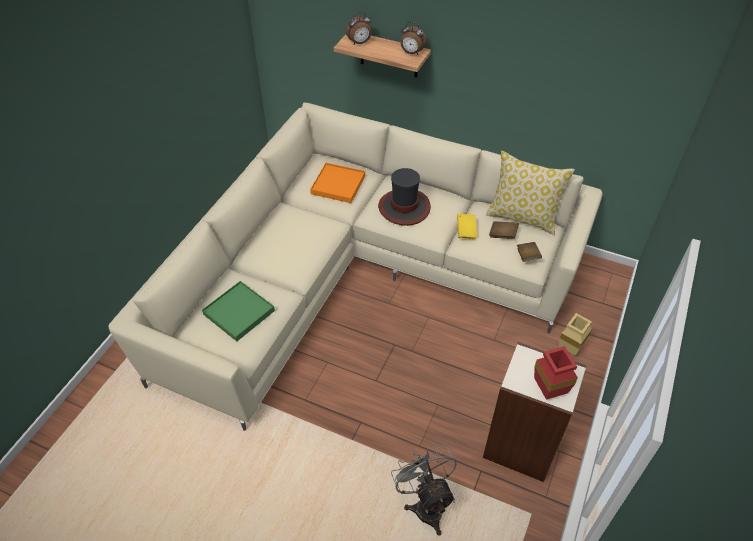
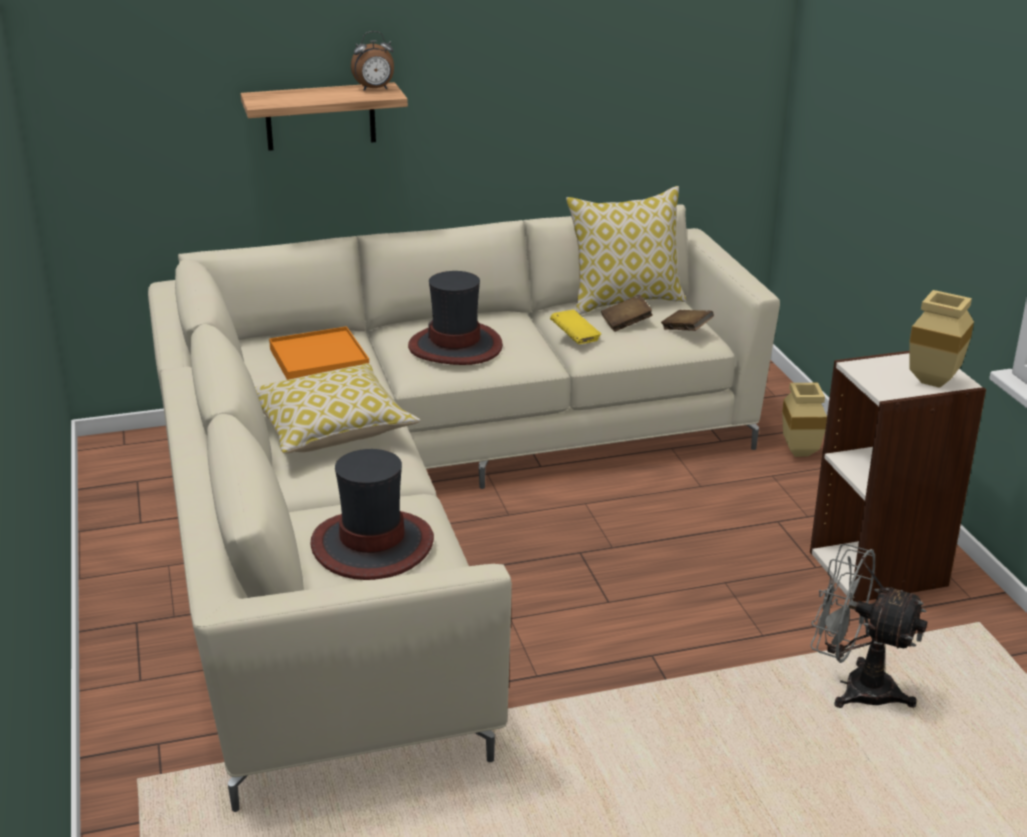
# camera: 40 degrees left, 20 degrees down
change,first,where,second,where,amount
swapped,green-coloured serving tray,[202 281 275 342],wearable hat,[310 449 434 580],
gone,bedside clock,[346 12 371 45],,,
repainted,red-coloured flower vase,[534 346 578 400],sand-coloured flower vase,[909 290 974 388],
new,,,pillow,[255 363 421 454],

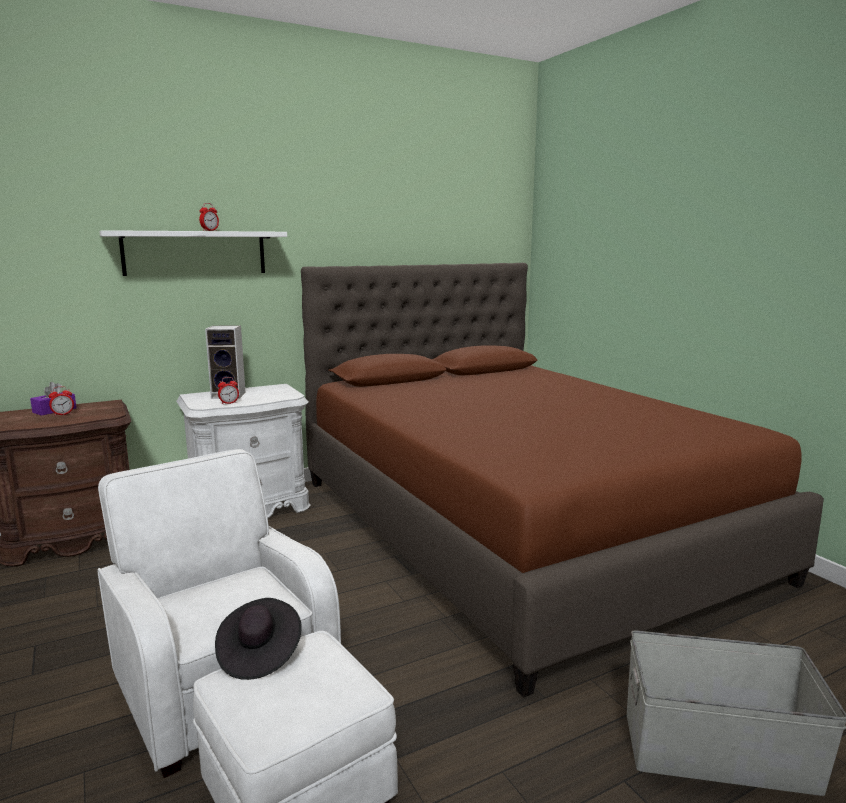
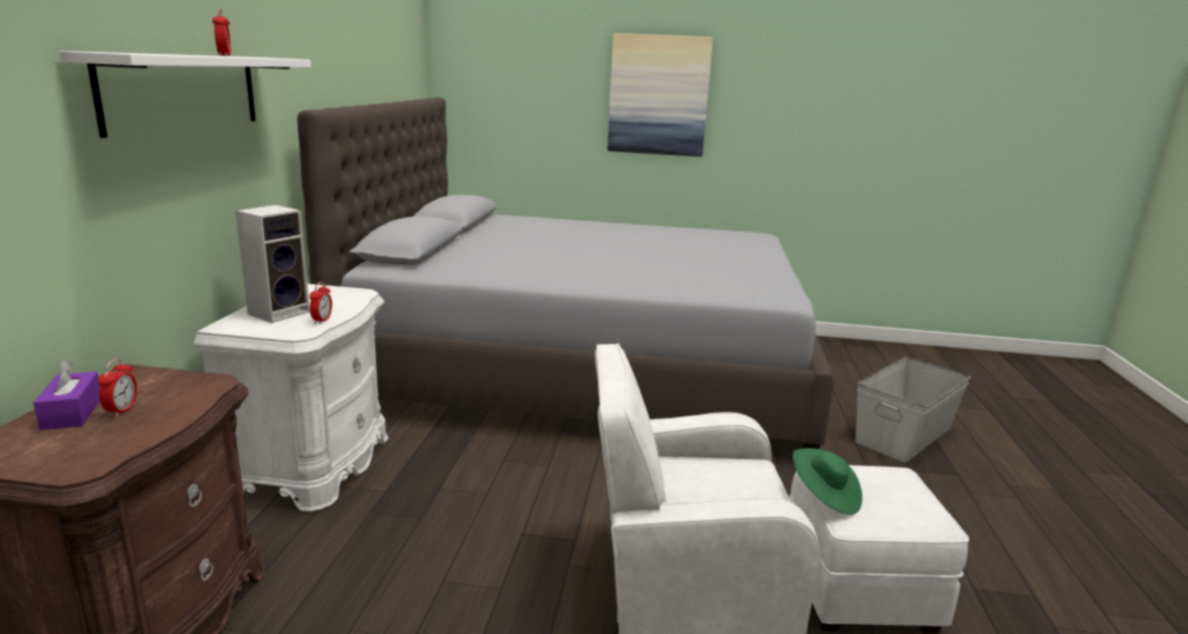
# camera: 55 degrees left, 5 degrees up
change,first,where,second,where,amount
repainted,black-coloured wearable hat,[215 598 302 680],green-coloured wearable hat,[793 448 862 515],
repainted,brownish sleeping bed,[301 263 824 698],gray sleeping bed,[297 97 834 449],
new,,,wall picture,[607 33 713 157],

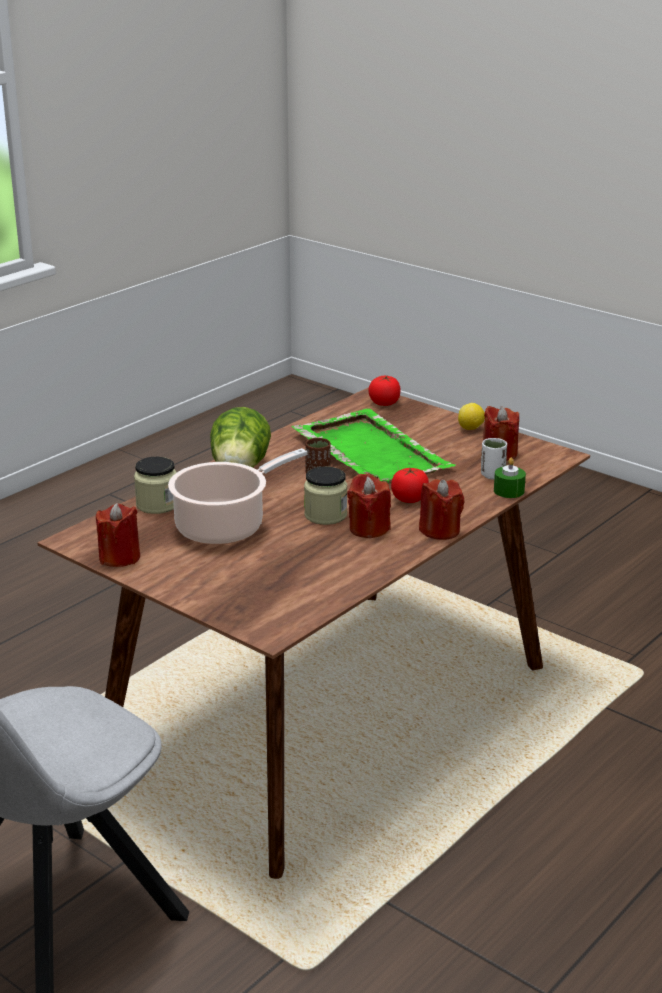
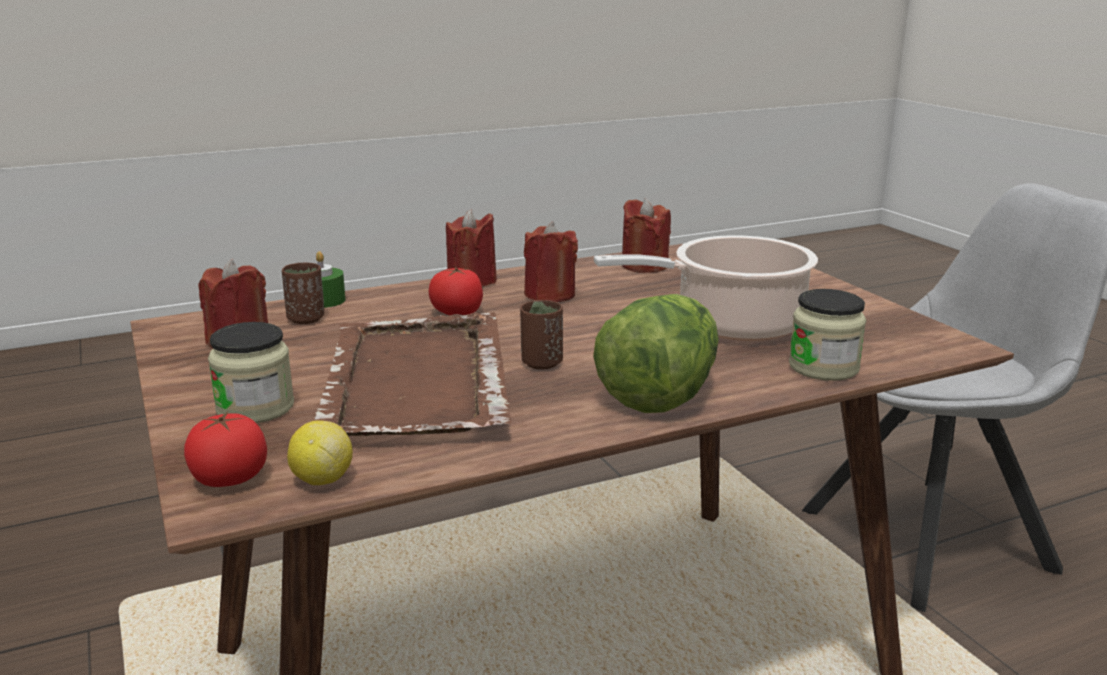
# camera: 155 degrees left, 5 degrees down
change,first,where,second,where,amount
shifted,red-coloured candle,[96 503 140 567],,[622 198 671 273],
repainted,green-coloured serving tray,[291 409 456 484],brownish serving tray,[314 312 512 436],
shifted,storage jar,[304 467 347 525],,[208 322 294 423],
shifted,whole lemon,[458 403 485 430],,[287 420 353 485],
repainted,whitish small cup,[481 438 507 479],brownish small cup,[282 262 324 324],

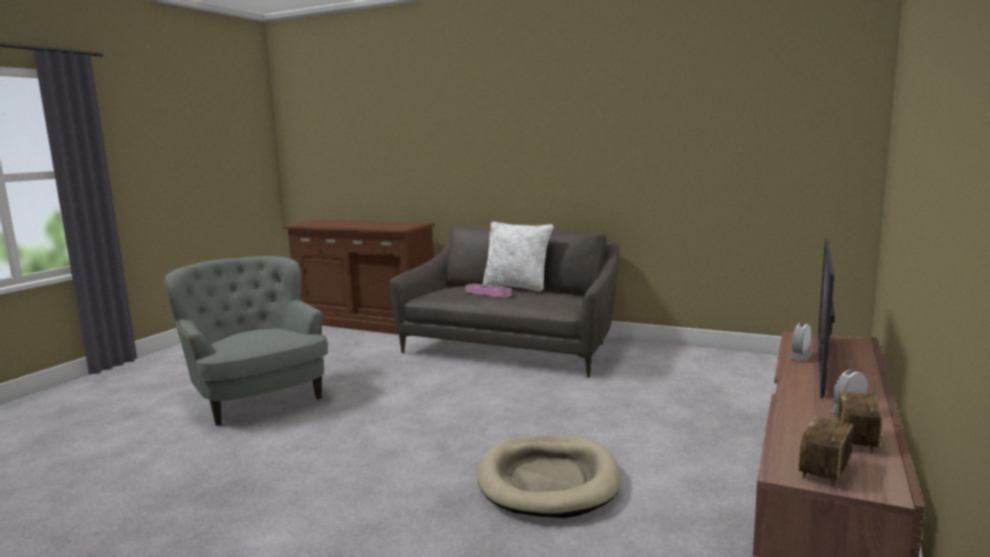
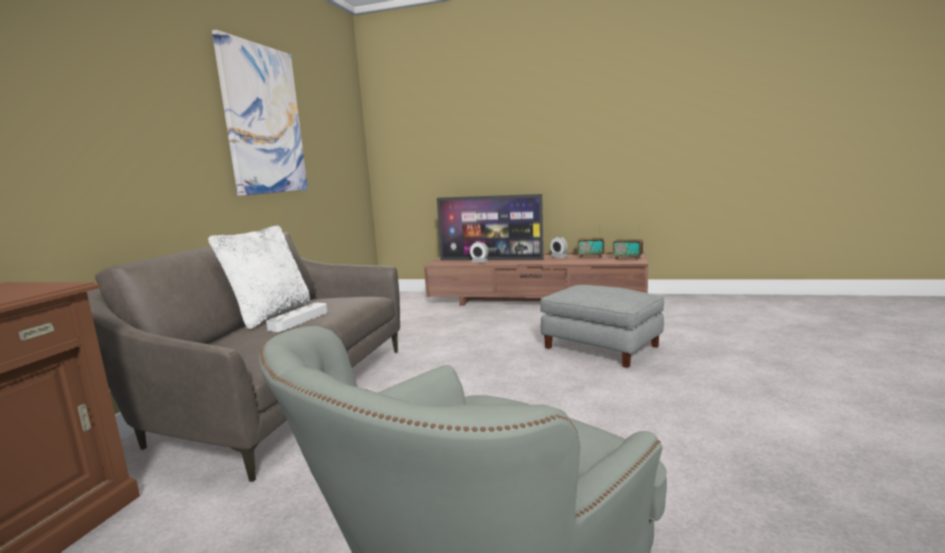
# camera: 100 degrees left, 0 degrees up
change,first,where,second,where,amount
repainted,pinkish serving tray,[466 283 512 298],gray serving tray,[266 303 328 332],
swapped,sand-coloured dog bed,[478 435 621 518],gray ottoman,[540 285 664 368],
new,,,wall picture,[212 30 308 196],

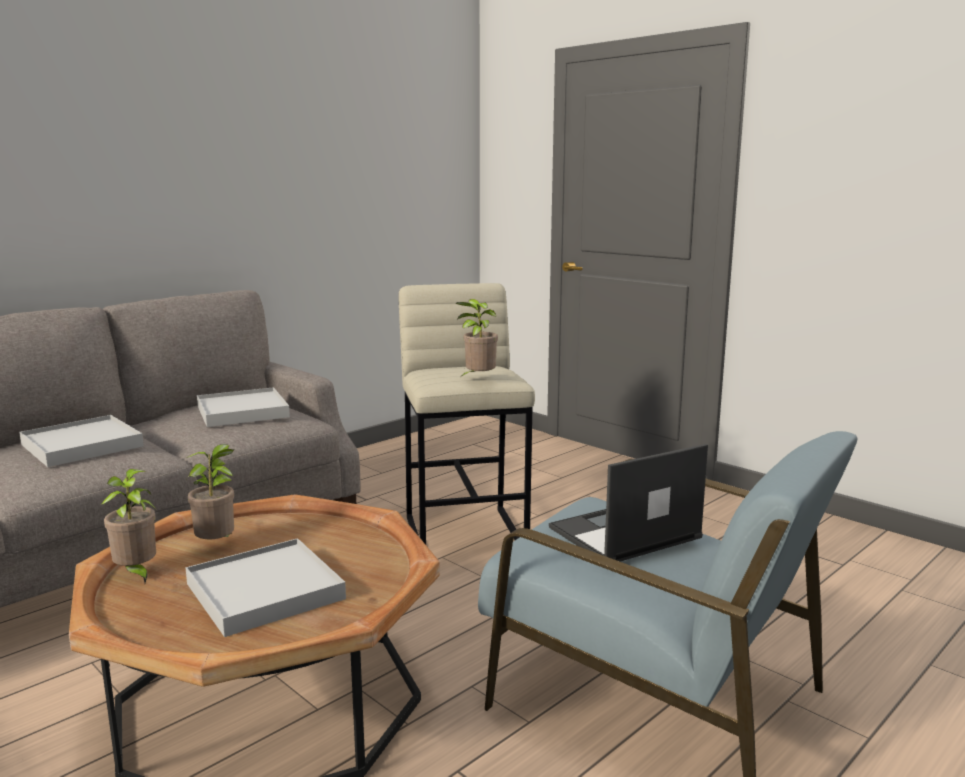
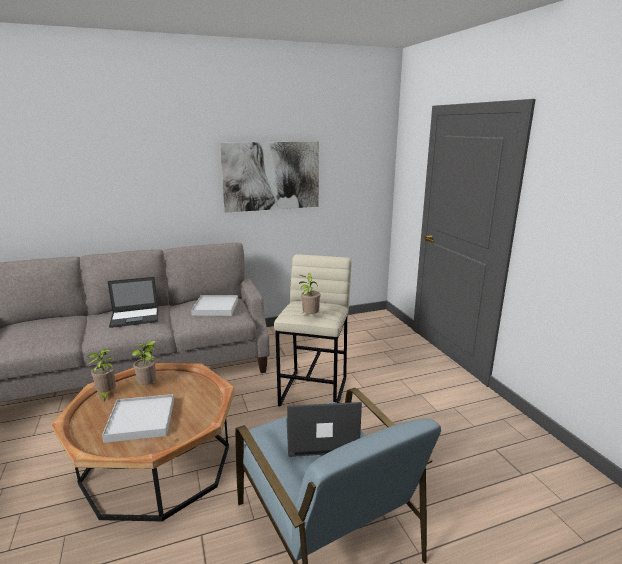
# camera: 25 degrees right, 5 degrees up
change,first,where,second,where,amount
swapped,whitish serving tray,[19 415 144 467],portable computer,[107 277 158 328],
new,,,wall picture,[220 141 319 213],

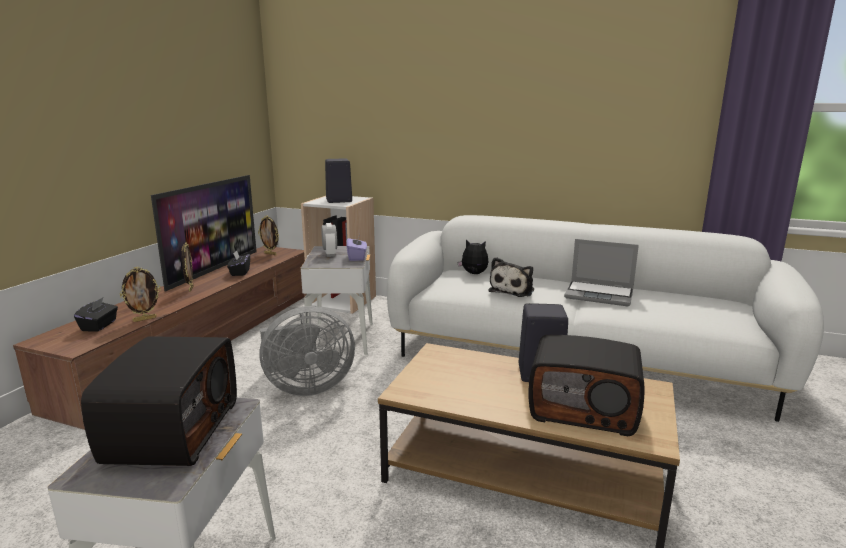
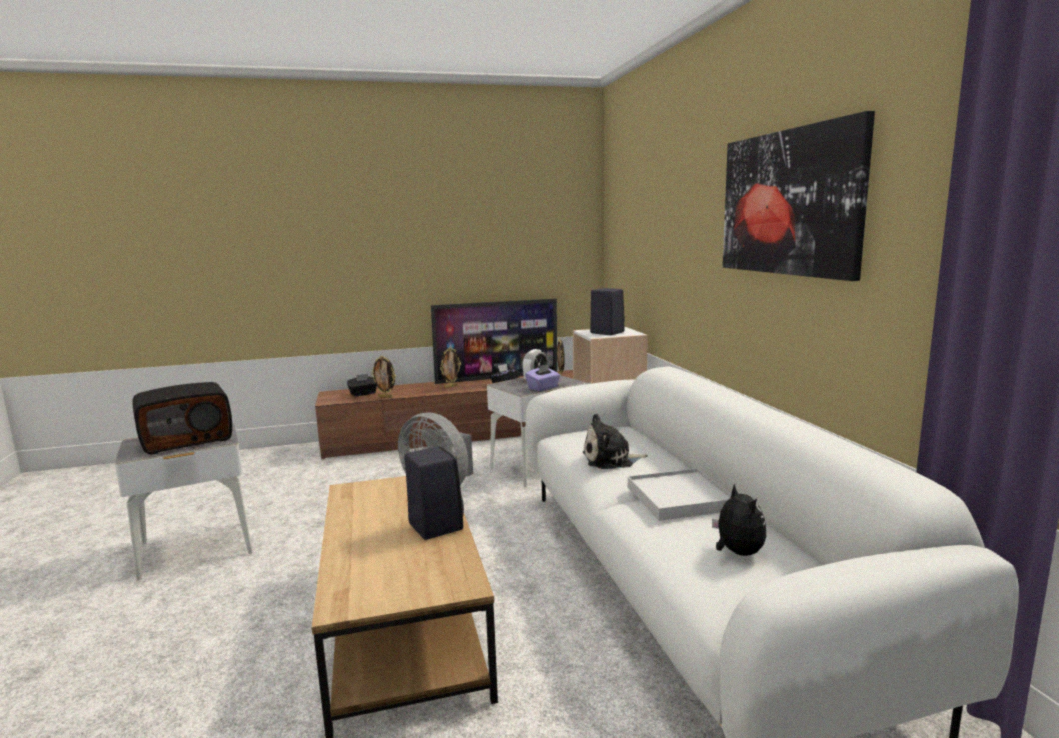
# camera: 55 degrees right, 5 degrees down
change,first,where,second,where,amount
shifted,soft toy,[457 240 488 274],,[712 483 767 556],
gone,radio set,[529 335 645 436],,,
swapped,portable computer,[564 239 639 307],whitish serving tray,[628 468 731 521],
new,,,wall picture,[723 111 875 281],

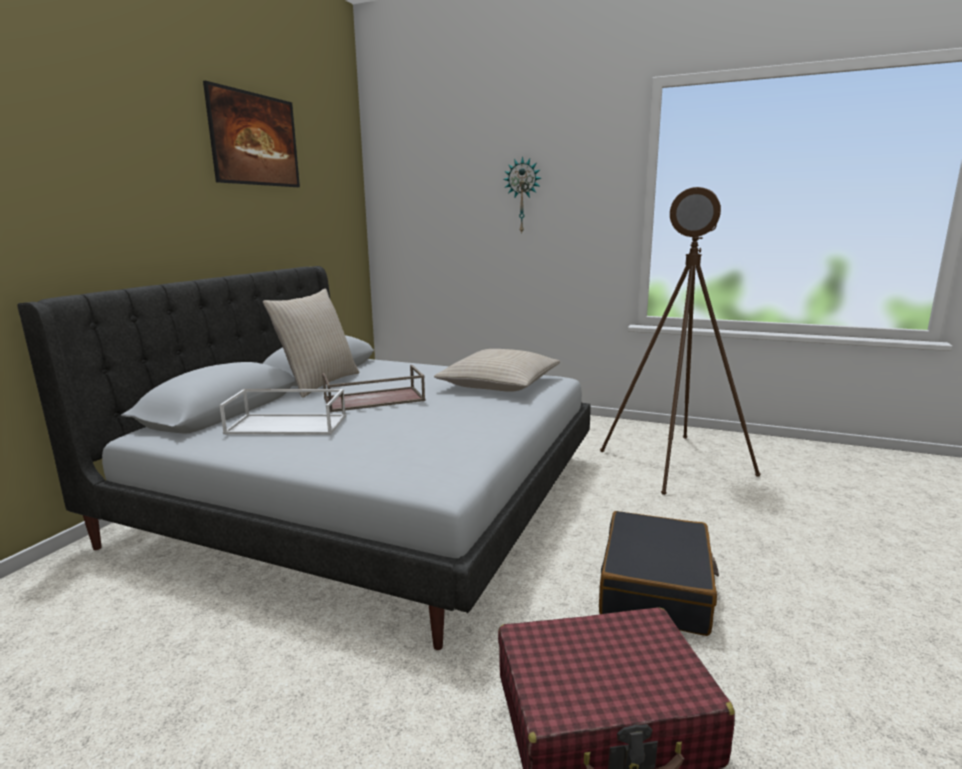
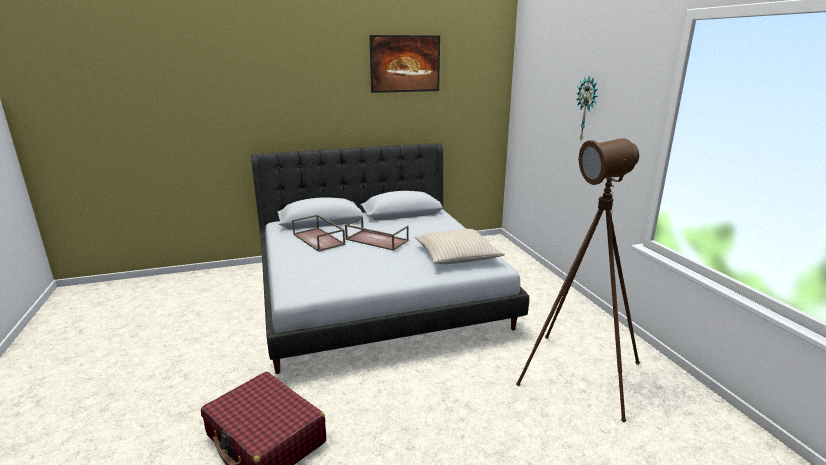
# camera: 50 degrees right, 5 degrees up
change,first,where,second,where,amount
repainted,whitish serving tray,[220 389 346 435],brownish serving tray,[292 214 345 252],
gone,sand-coloured pillow,[263 288 359 398],,,
gone,black-coloured piece of luggage,[599 511 719 636],,,

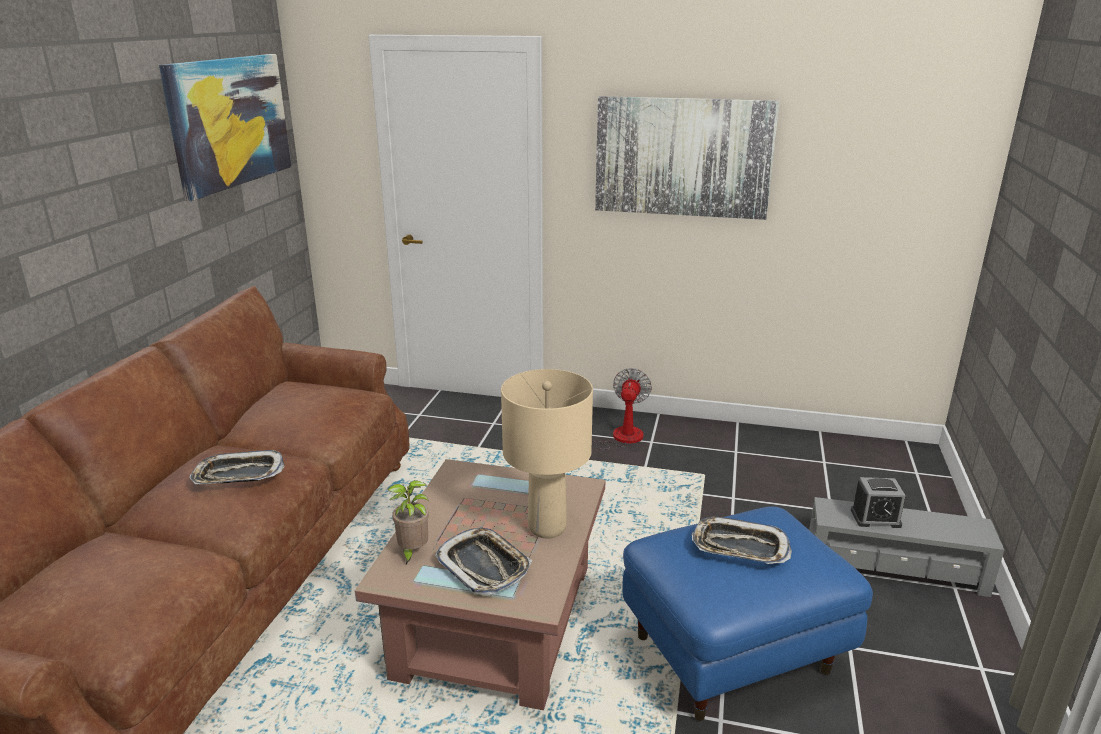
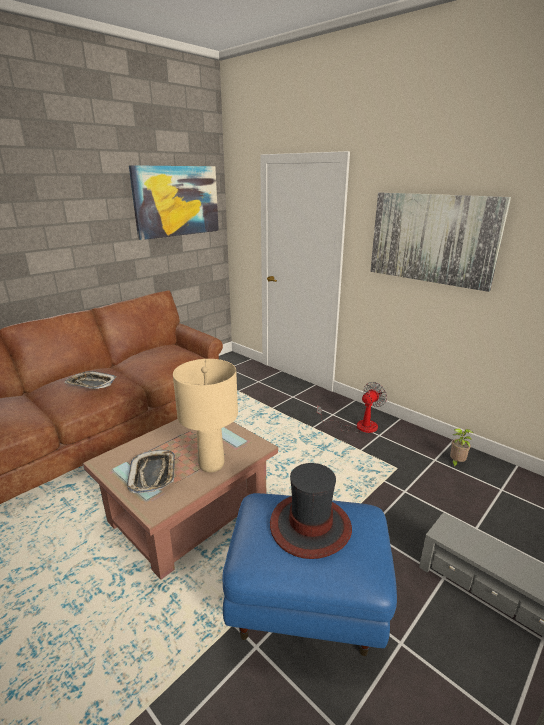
# camera: 30 degrees right, 0 degrees up
change,first,where,second,where,amount
shifted,plant in a pot,[387 480 429 564],,[450 428 473 468],
swapped,serving tray,[692 517 792 564],wearable hat,[270 463 352 559],
gone,bedside clock,[851 477 906 528],,,

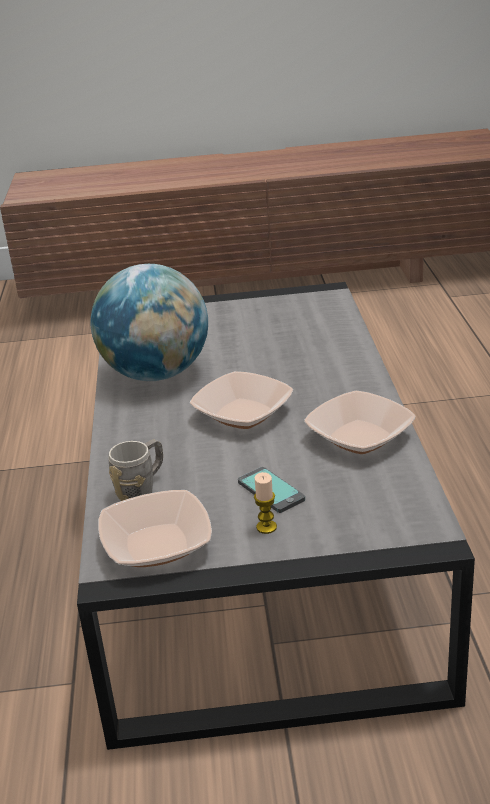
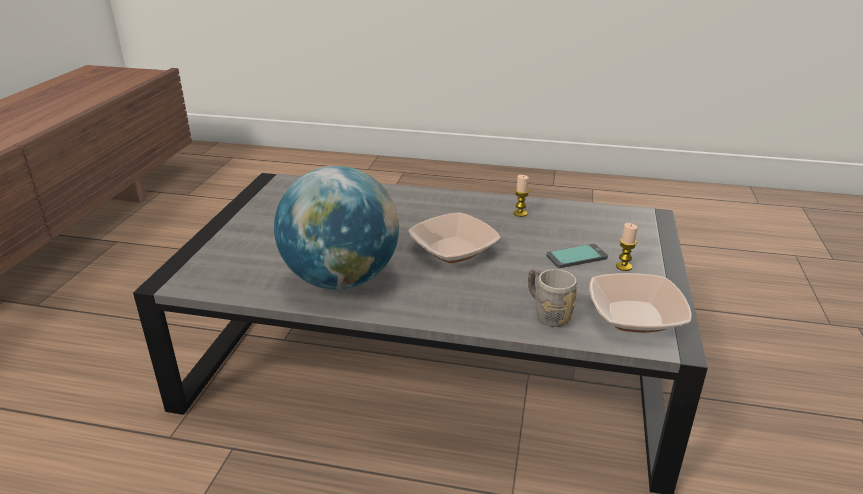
# camera: 75 degrees left, 0 degrees up
change,first,where,second,where,amount
swapped,serving bowl,[304 391 415 454],candle,[514 175 529 217],

